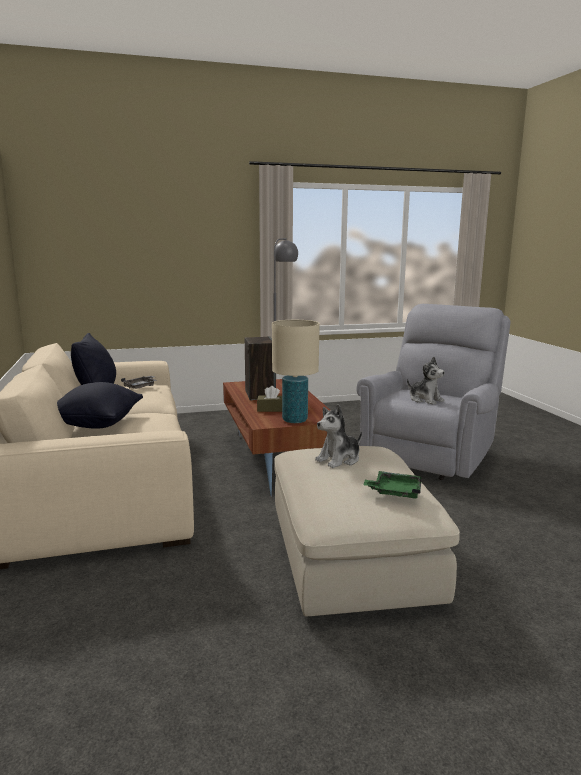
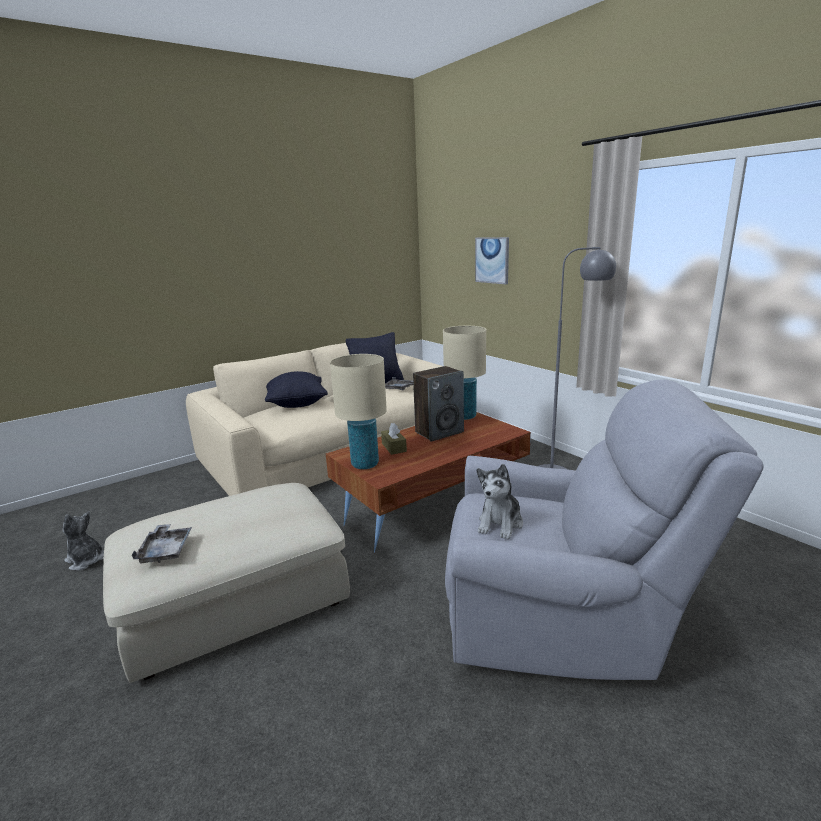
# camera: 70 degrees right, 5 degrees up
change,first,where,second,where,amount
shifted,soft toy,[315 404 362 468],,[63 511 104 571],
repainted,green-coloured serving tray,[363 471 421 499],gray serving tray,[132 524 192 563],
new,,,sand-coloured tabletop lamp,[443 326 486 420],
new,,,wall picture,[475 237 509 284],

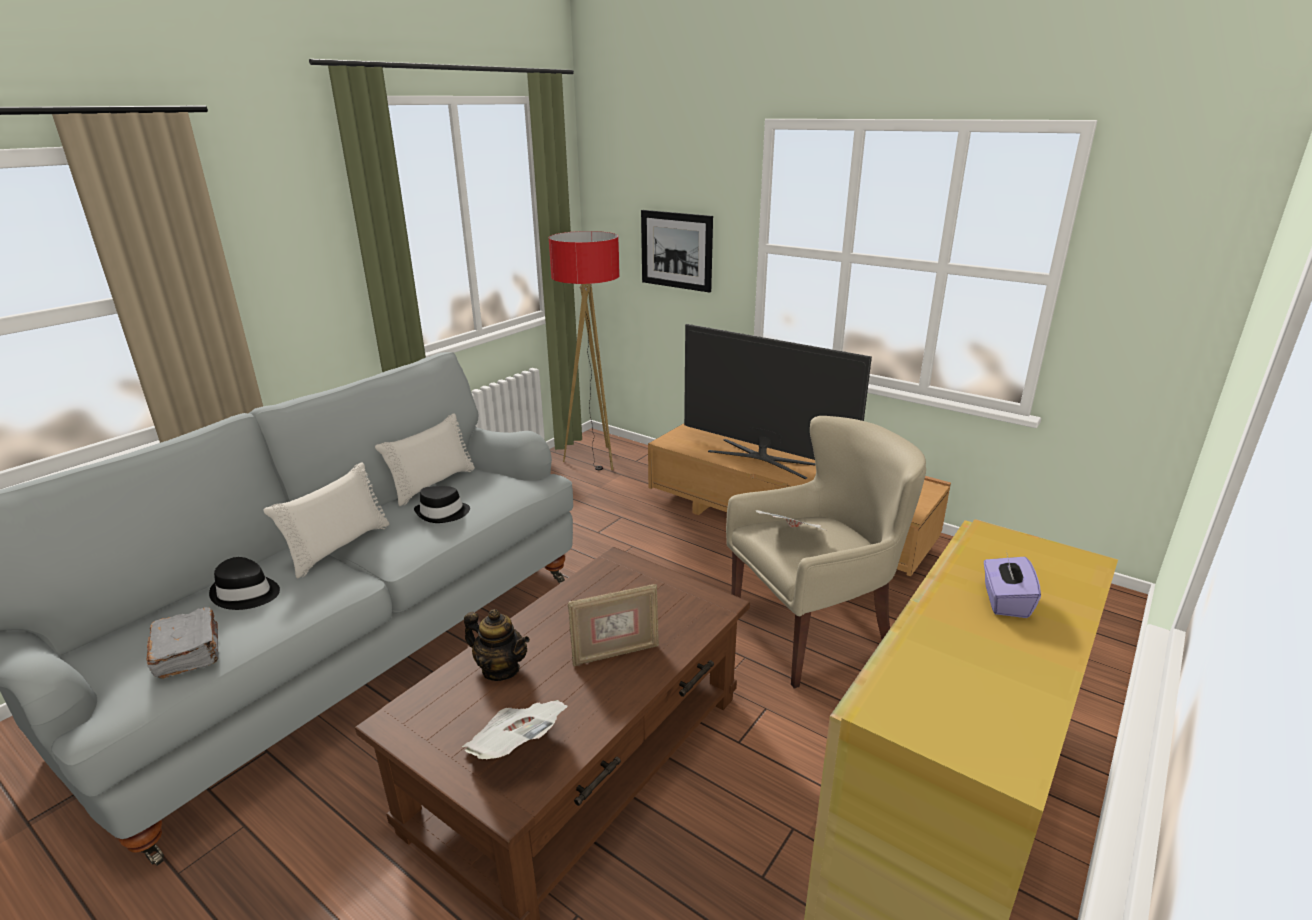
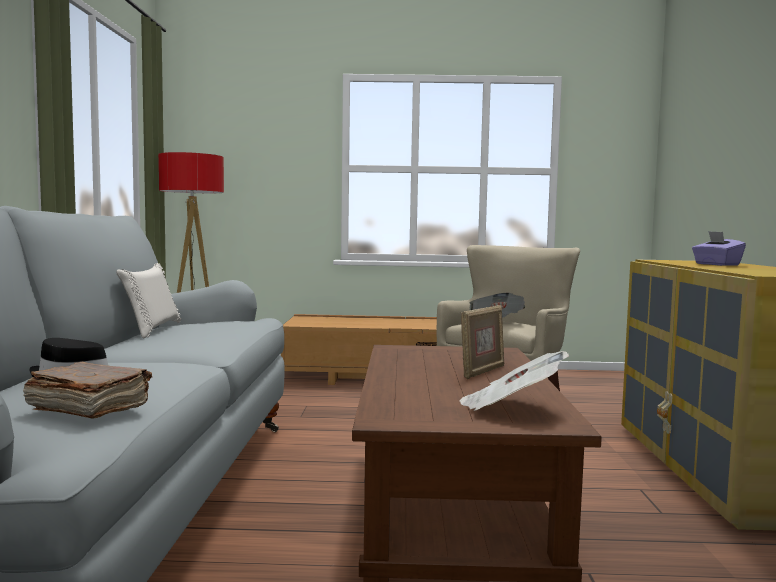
# camera: 35 degrees left, 20 degrees down
change,first,where,second,where,amount
repainted,gray book,[146 607 219 679],brownish book,[23 362 152 418],
gone,whitish pillow,[263 462 389 578],,,
gone,black-coloured wearable hat,[414 486 470 523],,,
gone,tea pot,[464 609 530 681],,,
gone,wall picture,[641 210 713 293],,,
gone,TV,[684 324 872 479],,,

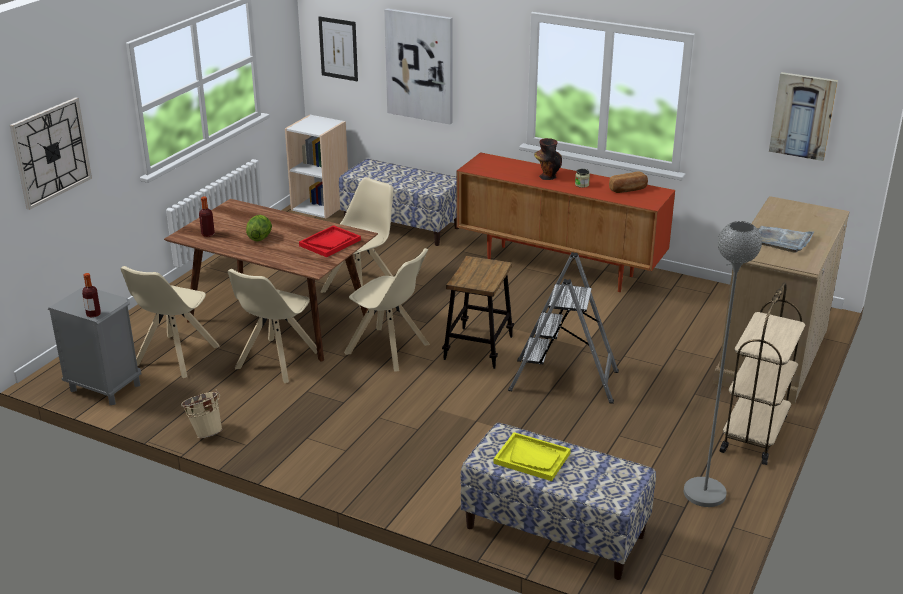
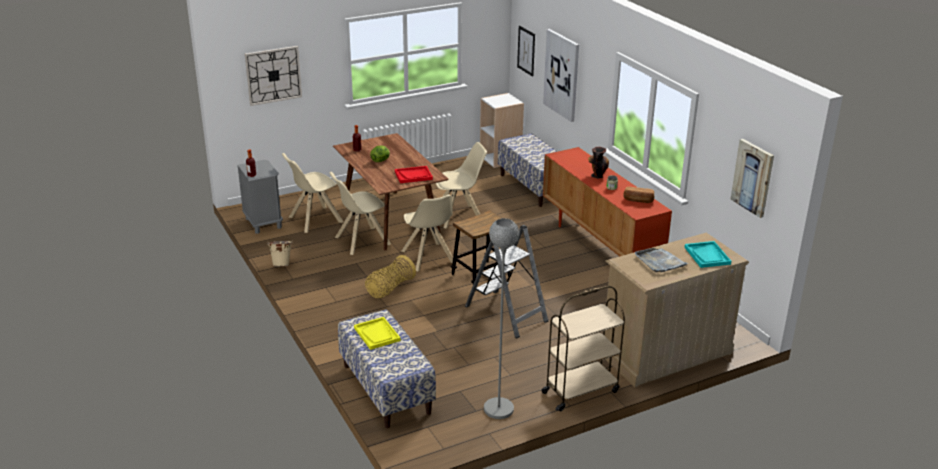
# camera: 35 degrees right, 0 degrees up
change,first,where,second,where,amount
new,,,basket,[365 255 416 298],
new,,,blue-green serving tray,[684 241 731 268],

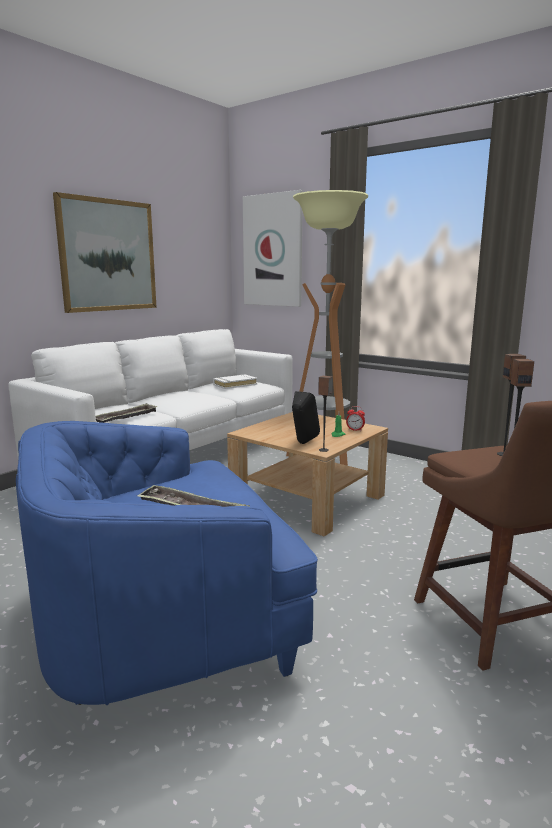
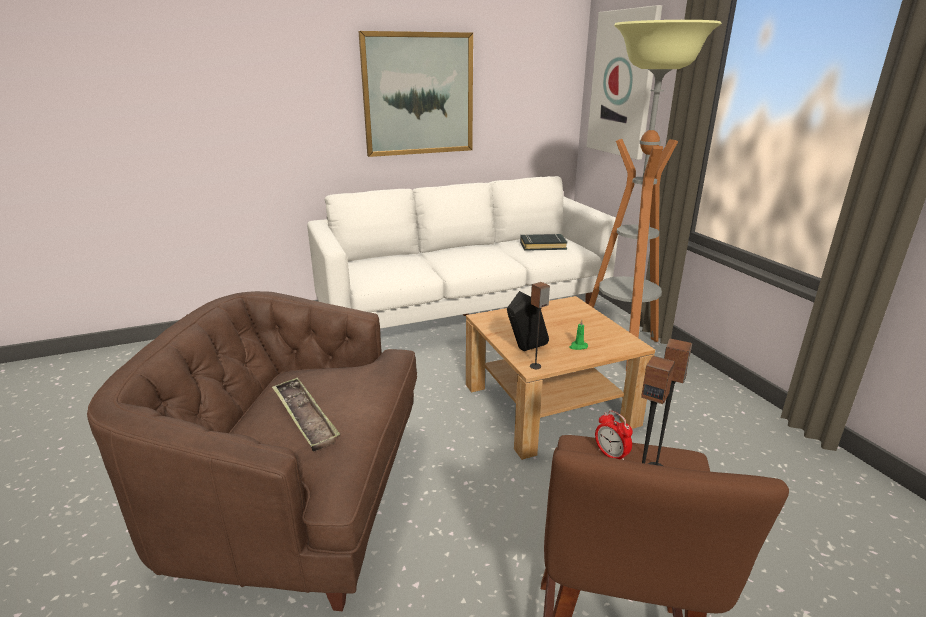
# camera: 30 degrees right, 10 degrees up
change,first,where,second,where,amount
repainted,bluish easy chair,[16 421 318 705],brownish easy chair,[87 291 417 611],
gone,serving tray,[96 403 158 423],,,
repainted,whitish book,[213 374 257 389],black-coloured book,[520 234 568 251],
shifted,bedside clock,[346 406 365 431],,[595 410 633 460],

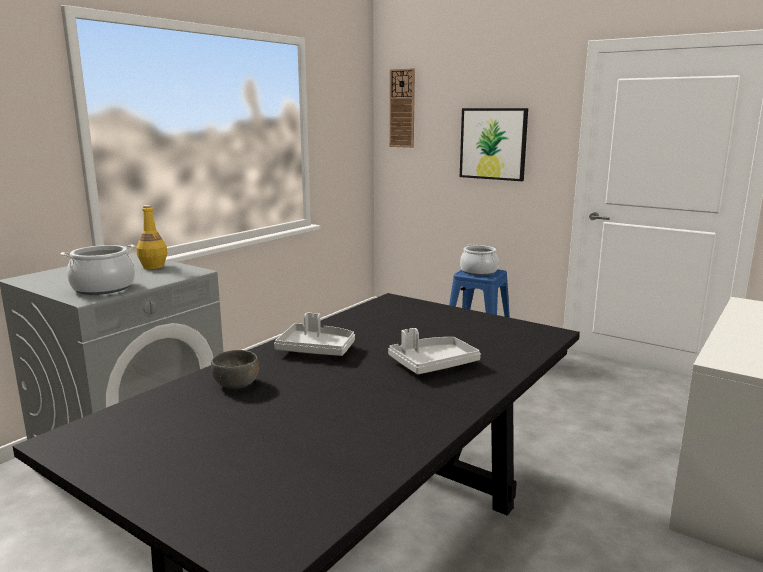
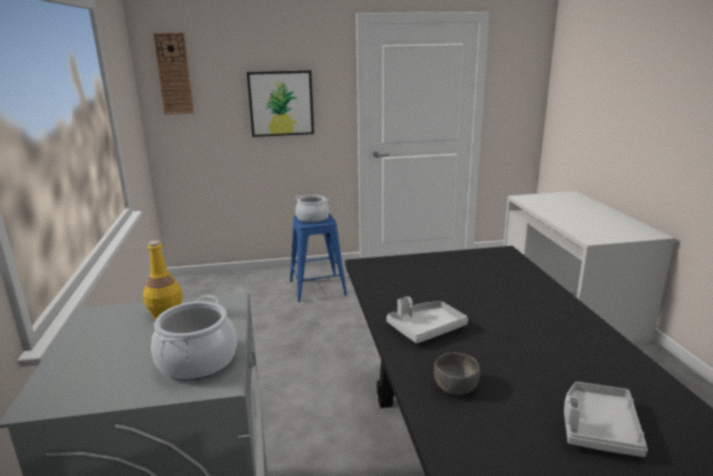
# camera: 45 degrees left, 5 degrees up
change,first,where,second,where,amount
shifted,gray serving tray,[388 328 481 374],,[564 382 648 457],

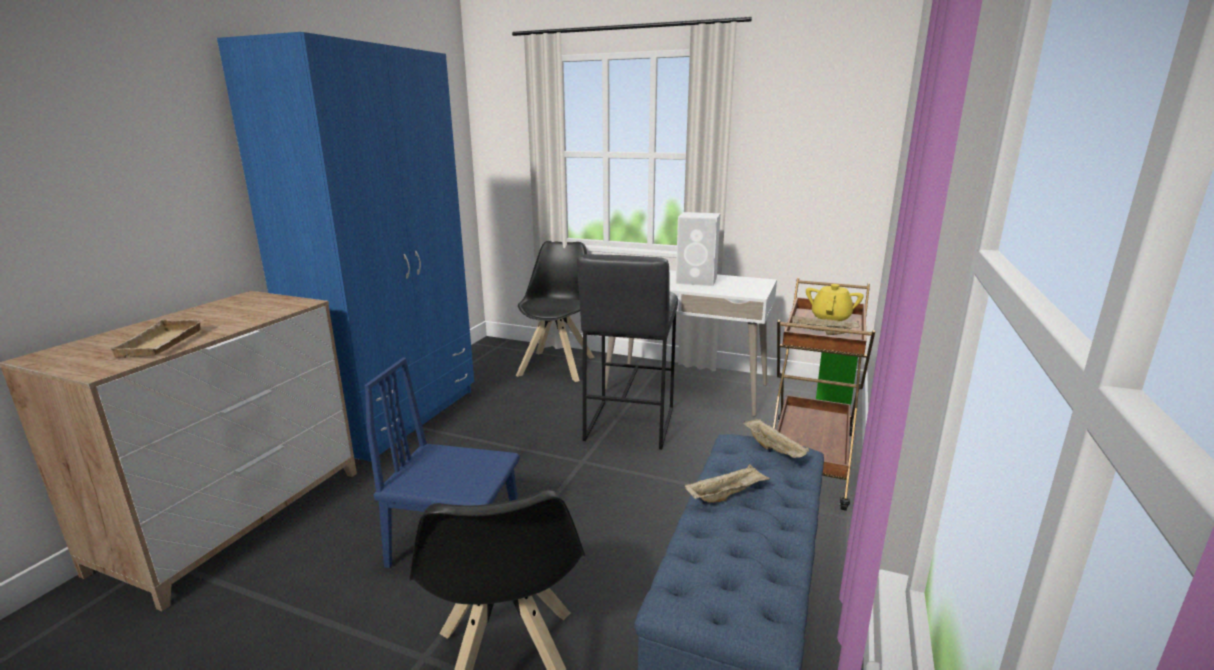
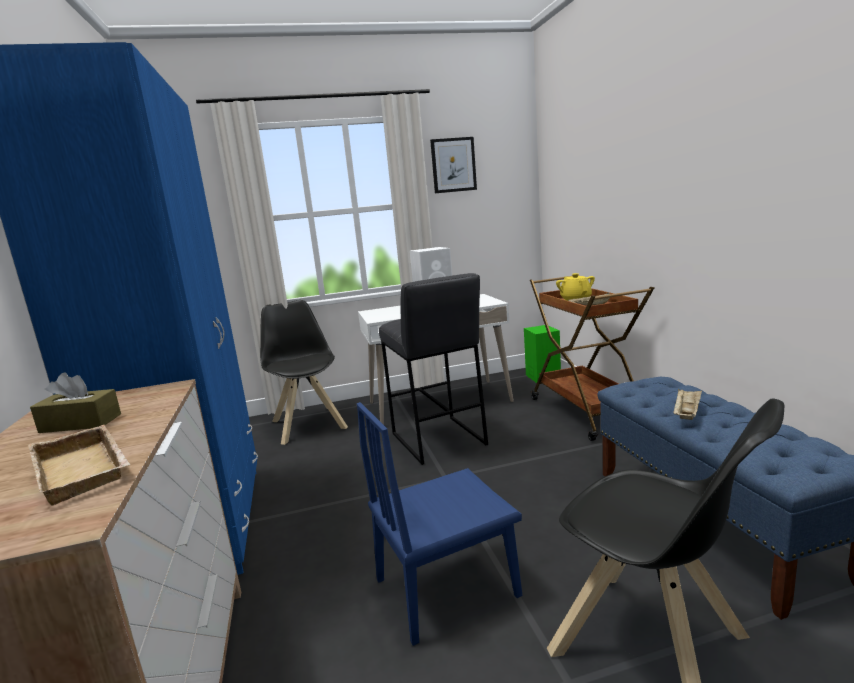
# camera: 35 degrees left, 5 degrees down
change,first,where,second,where,amount
gone,sand-coloured serving tray,[743 419 809 458],,,
new,,,brownish box of tissues,[30 372 121 433],
new,,,wall picture,[430 137 477 193],

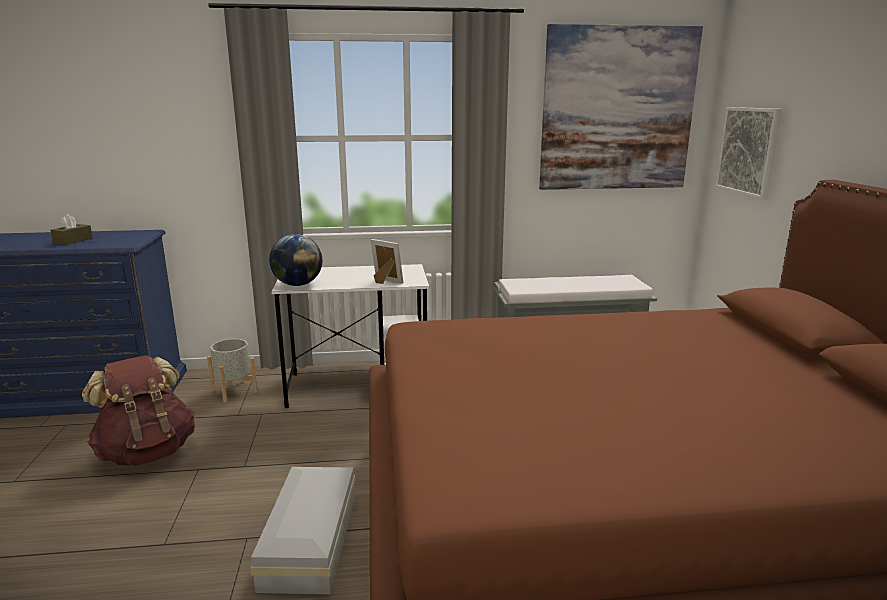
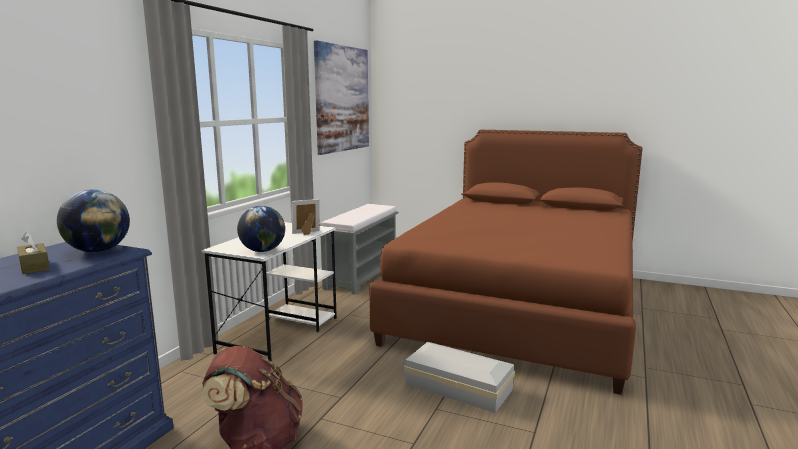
# camera: 60 degrees left, 5 degrees down
change,first,where,second,where,amount
gone,gray planter,[207 339 258 402],,,
gone,wall picture,[715 107 782 199],,,
new,,,desk globe,[57 189 130 252],

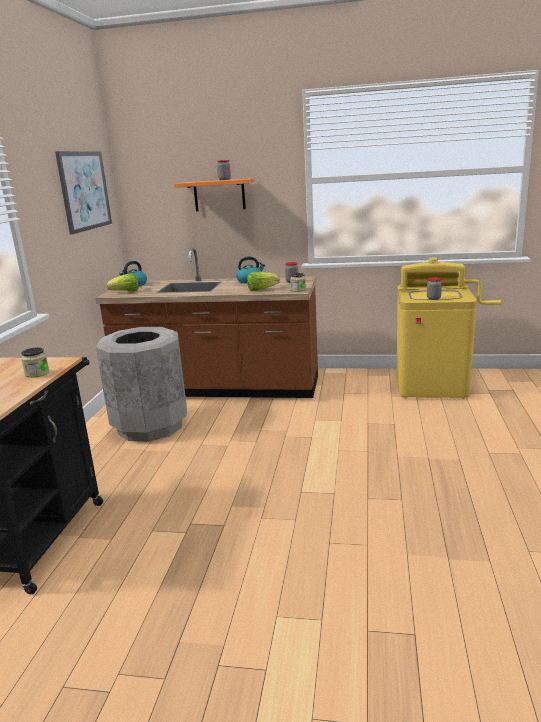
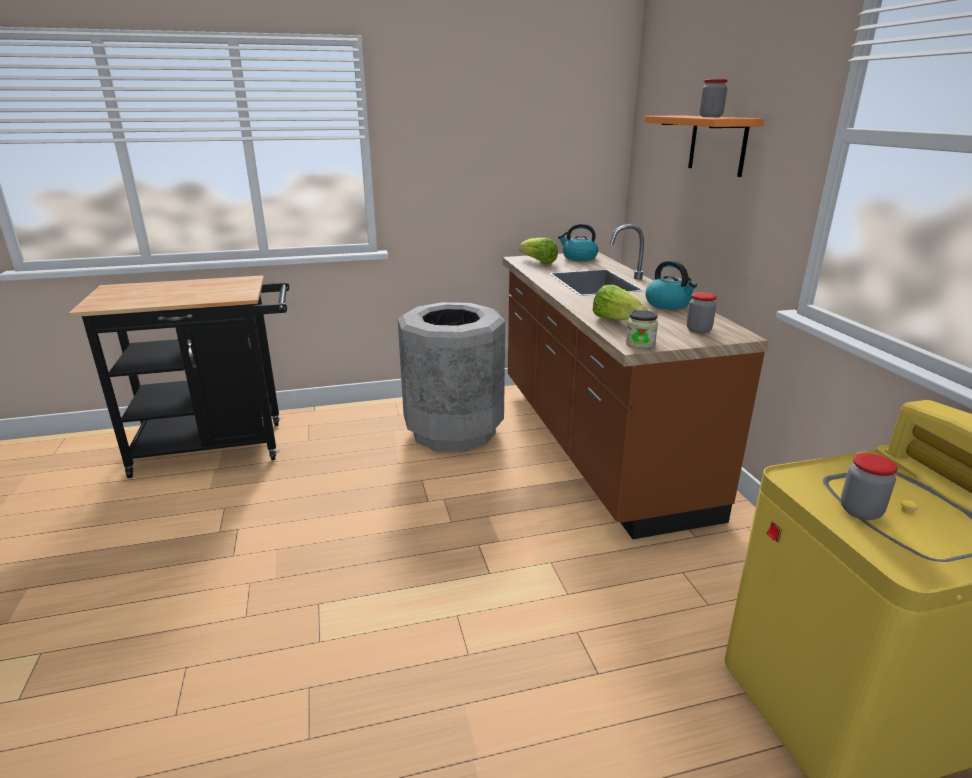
# camera: 65 degrees right, 5 degrees up
change,first,where,second,where,amount
gone,storage jar,[21 347 49 378],,,
gone,wall picture,[55 151 112 235],,,

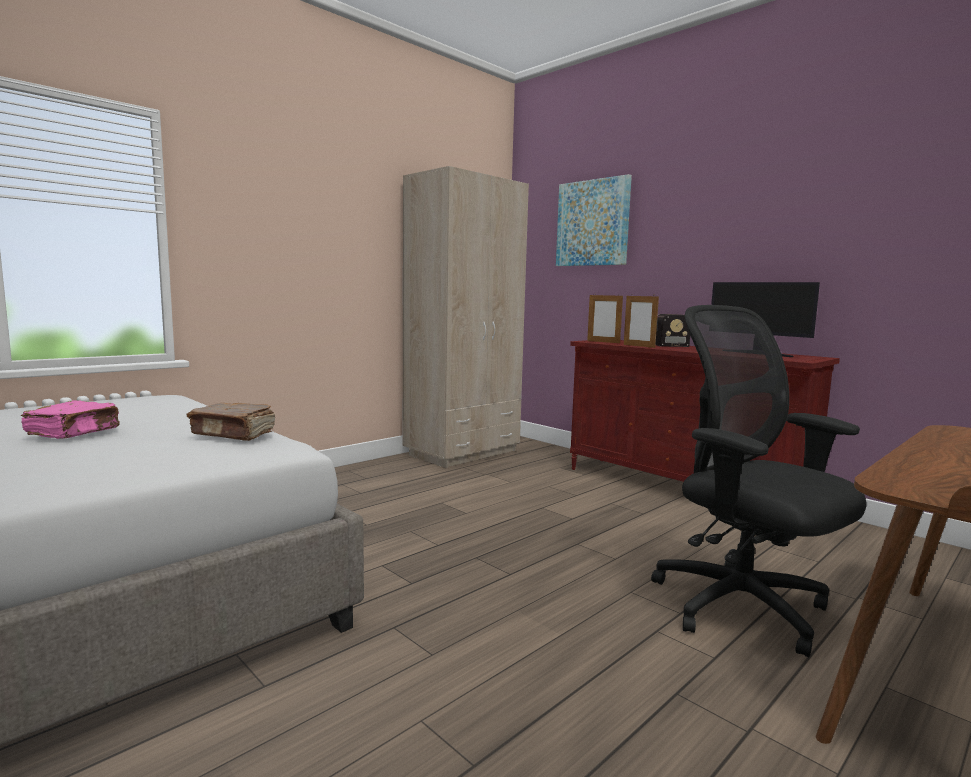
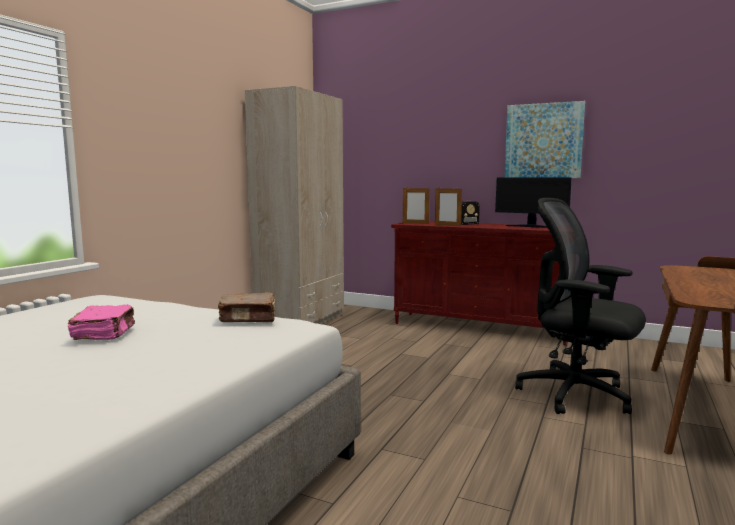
# camera: 20 degrees left, 0 degrees up
change,first,where,second,where,amount
shifted,wall picture,[556 174 632 266],,[504 101 585 178],

